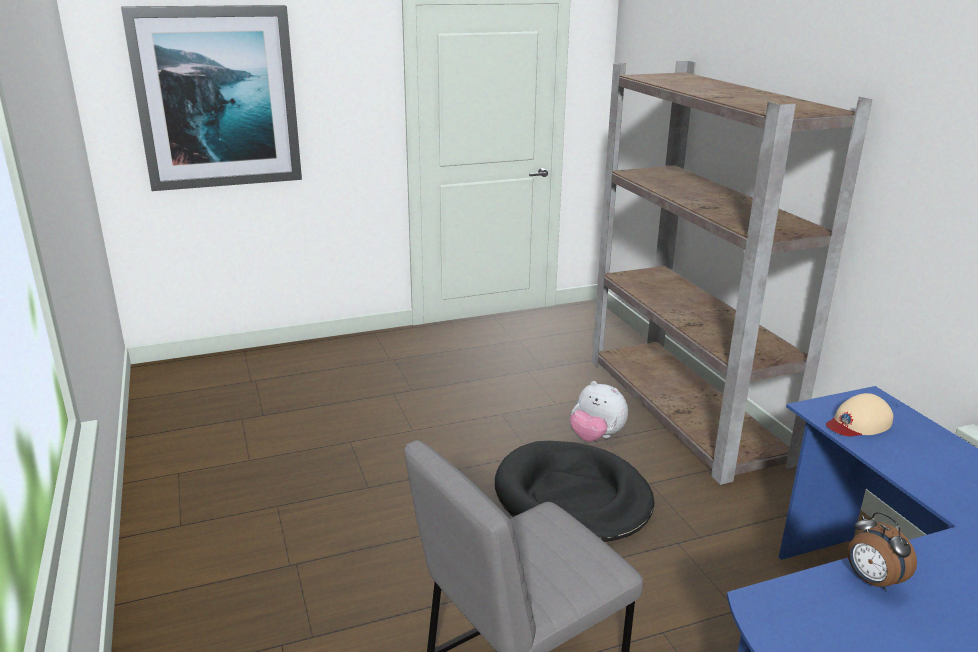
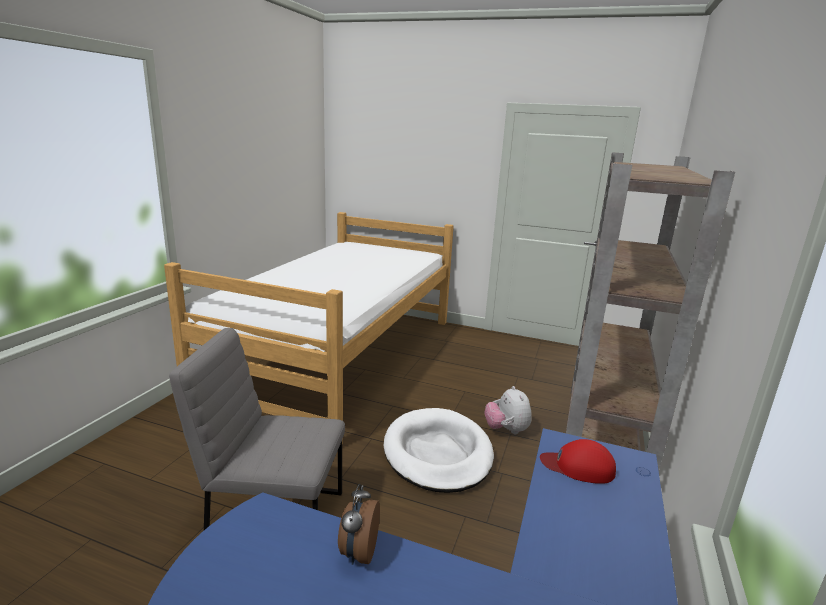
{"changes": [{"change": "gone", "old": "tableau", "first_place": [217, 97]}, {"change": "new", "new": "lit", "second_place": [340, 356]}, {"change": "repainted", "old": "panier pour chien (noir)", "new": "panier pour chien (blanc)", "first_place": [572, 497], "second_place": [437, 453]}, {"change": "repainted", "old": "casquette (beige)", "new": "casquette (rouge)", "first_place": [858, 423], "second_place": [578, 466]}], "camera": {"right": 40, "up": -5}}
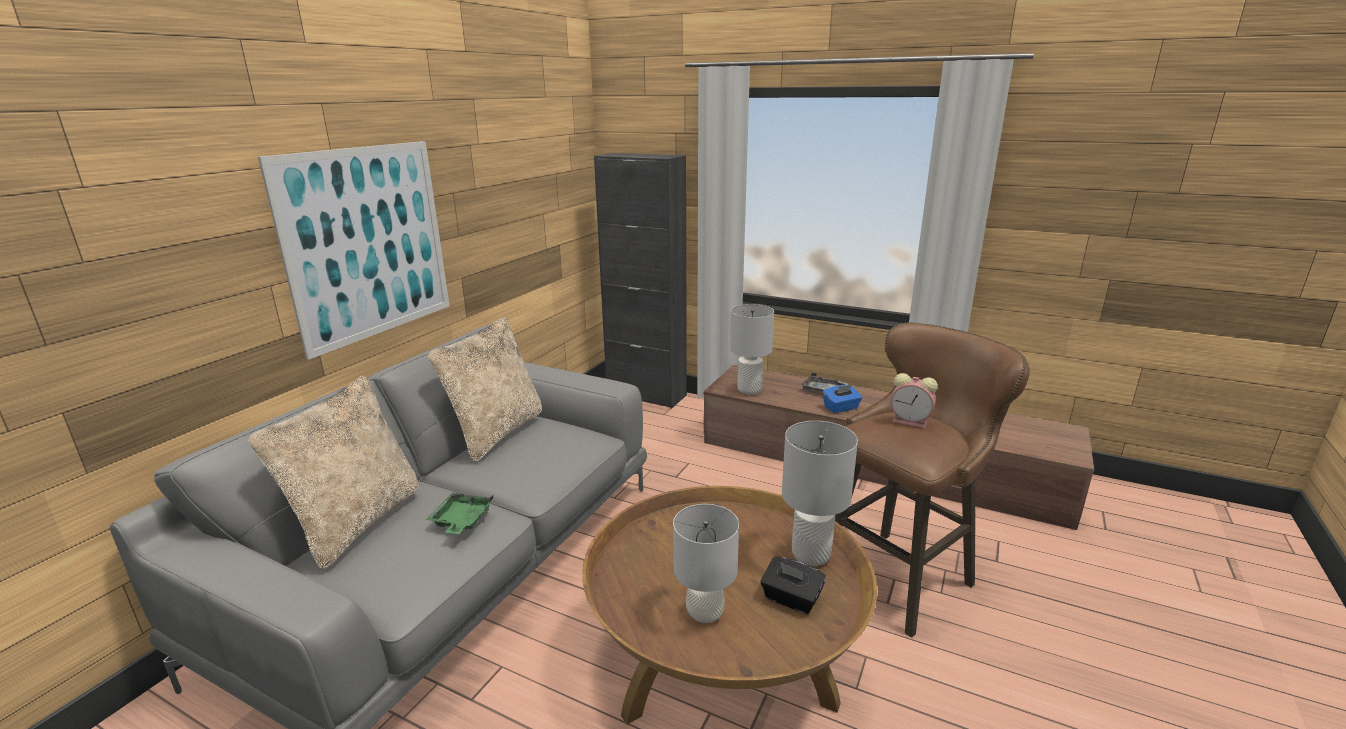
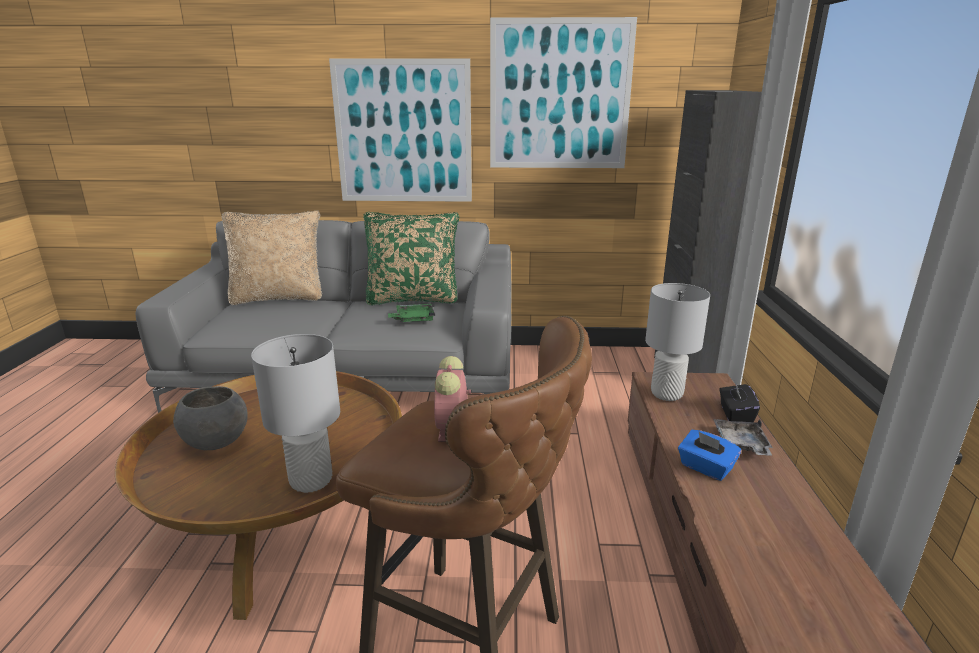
{"changes": [{"change": "new", "new": "tableau", "second_place": [559, 95]}, {"change": "shifted", "old": "plateau (vert)", "first_place": [461, 521], "second_place": [413, 319]}, {"change": "shifted", "old": "boîte à mouchoirs (noir)", "first_place": [791, 599], "second_place": [735, 414]}, {"change": "swapped", "old": "lampe de table (gris)", "new": "bol (gris)", "first_place": [704, 615], "second_place": [216, 442]}, {"change": "repainted", "old": "coussin (beige)", "new": "coussin (vert)", "first_place": [498, 434], "second_place": [414, 301]}], "camera": {"right": 65, "up": 0}}
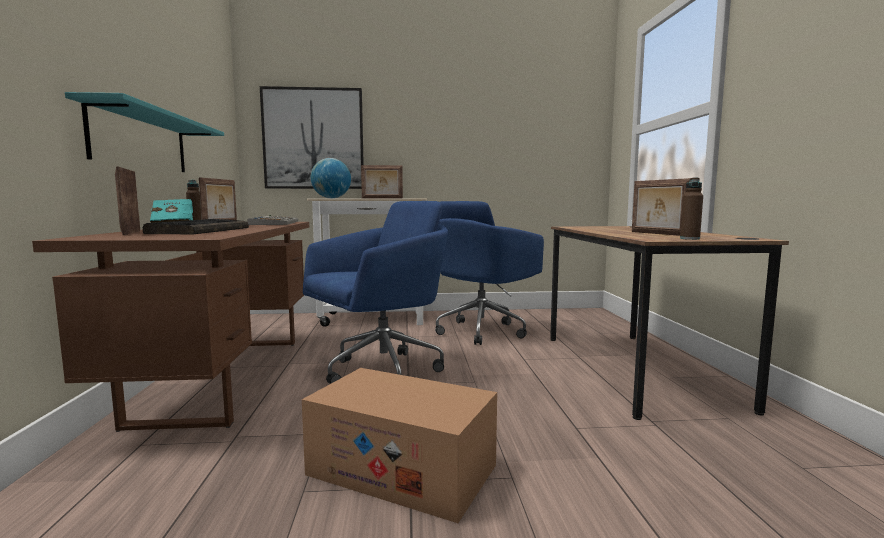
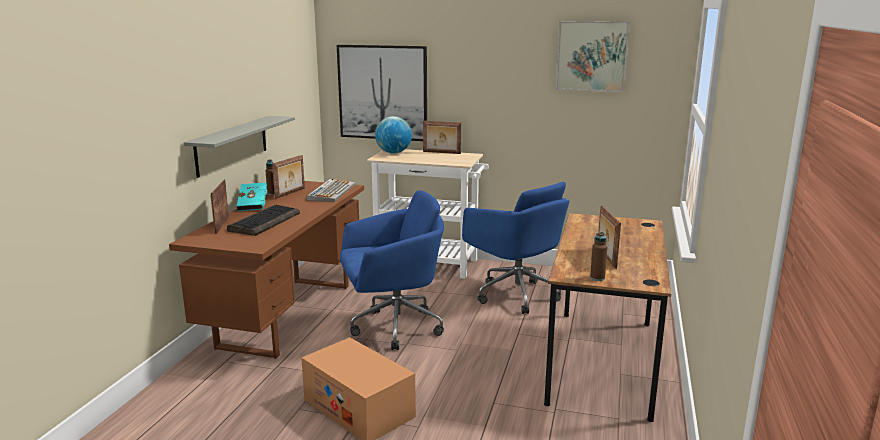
{"changes": [{"change": "new", "new": "tableau", "second_place": [591, 56]}, {"change": "repainted", "old": "étagère (turquoise)", "new": "étagère (gris)", "first_place": [141, 141], "second_place": [232, 145]}, {"change": "rotated", "old": "chaise de bureau (bleu)", "first_place": [484, 331], "second_place": [513, 294], "degrees": -105}], "camera": {"right": 20, "up": 10}}
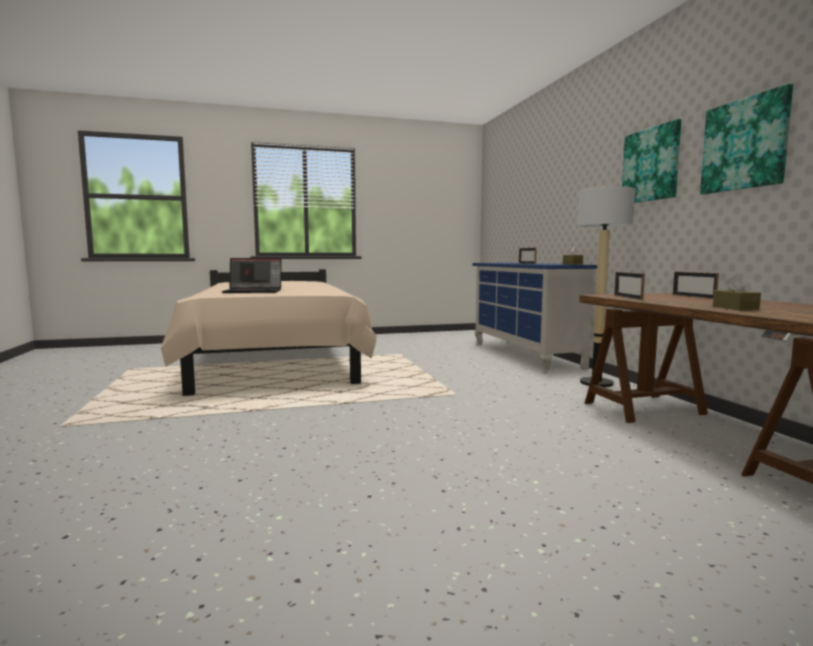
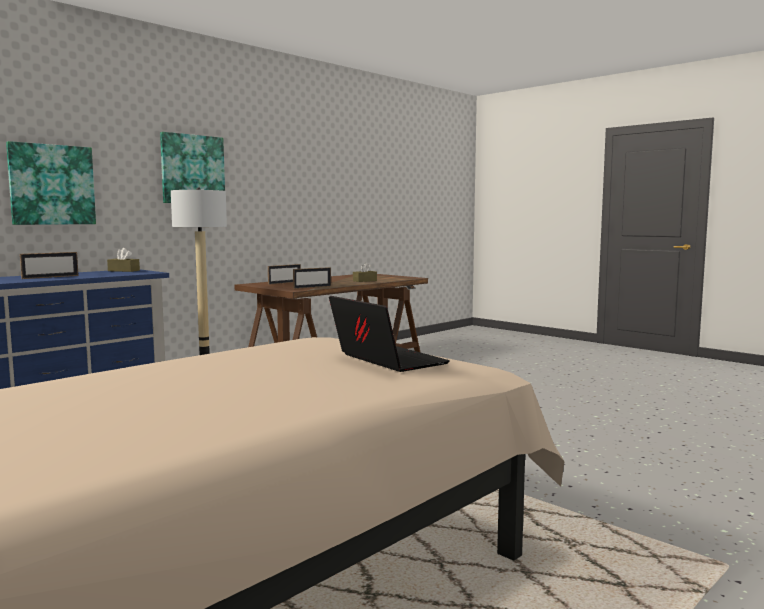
{"changes": [{"change": "shifted", "old": "tableau", "first_place": [745, 144], "second_place": [52, 185]}], "camera": {"right": -120, "up": 0}}
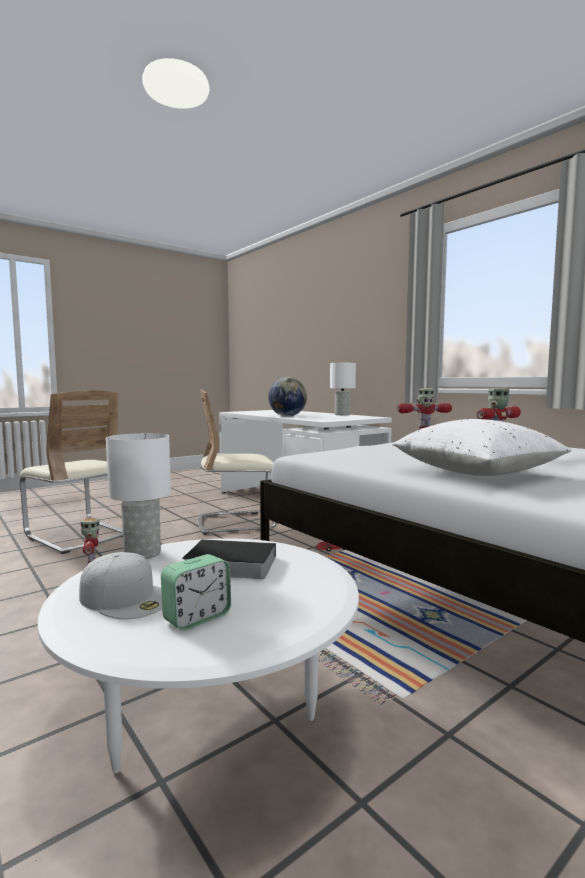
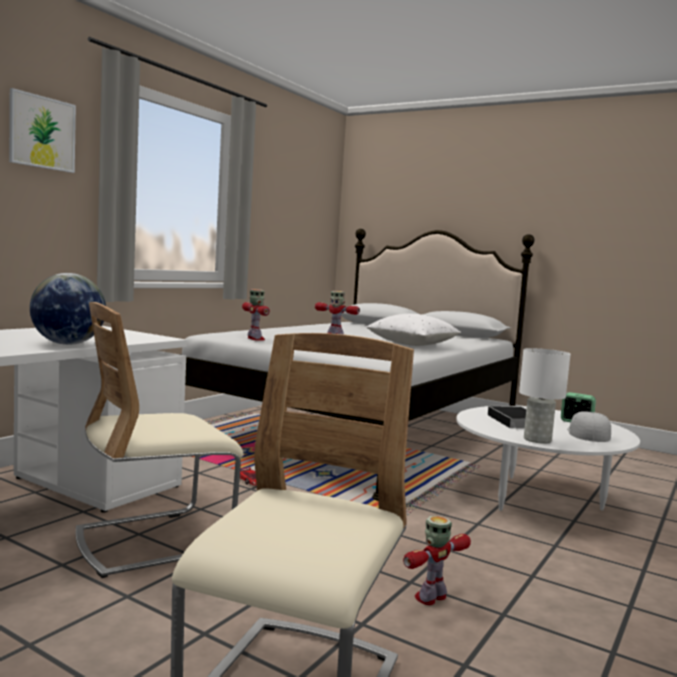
{"changes": [{"change": "gone", "old": "lampe de table (blanc)", "first_place": [342, 414]}, {"change": "new", "new": "tableau", "second_place": [42, 132]}, {"change": "rotated", "old": "chaise (beige)", "first_place": [237, 522], "second_place": [153, 541], "degrees": 90}], "camera": {"right": -110, "up": 0}}
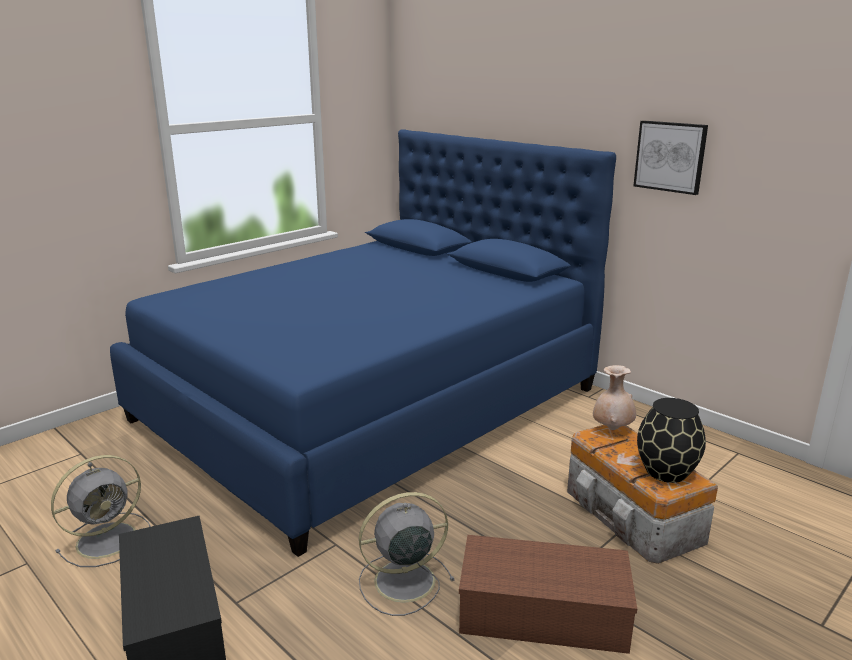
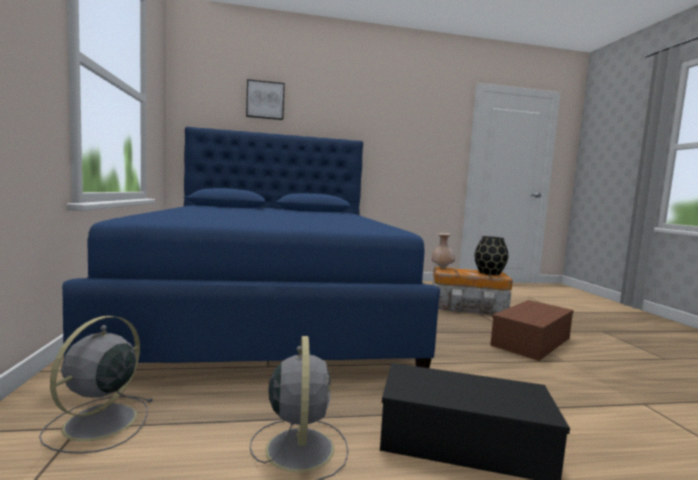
{"changes": [{"change": "shifted", "old": "ventilateur (gris)", "first_place": [402, 581], "second_place": [98, 423]}, {"change": "shifted", "old": "tableau", "first_place": [670, 156], "second_place": [265, 100]}], "camera": {"right": -55, "up": -15}}
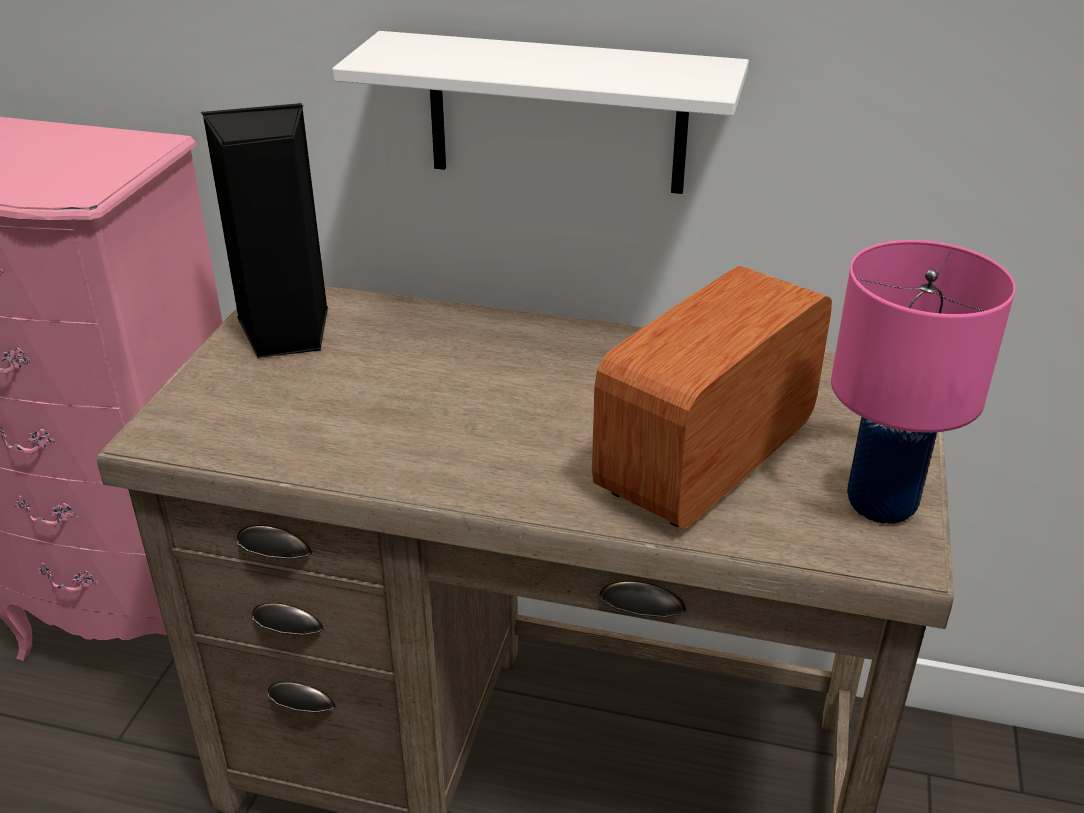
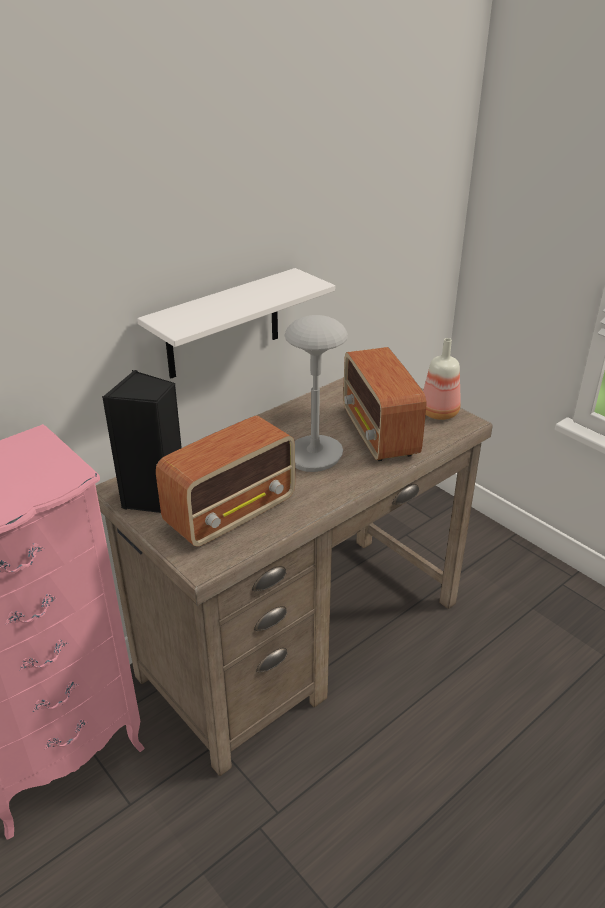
{"changes": [{"change": "new", "new": "radio", "second_place": [232, 512]}, {"change": "new", "new": "lampe de table (gris)", "second_place": [314, 455]}, {"change": "swapped", "old": "lampe de table (rose)", "new": "bouteille", "first_place": [881, 508], "second_place": [440, 413]}], "camera": {"right": -55, "up": 0}}
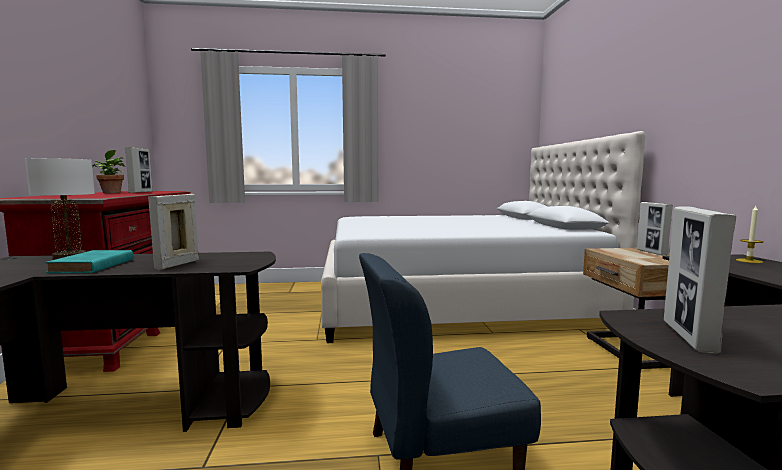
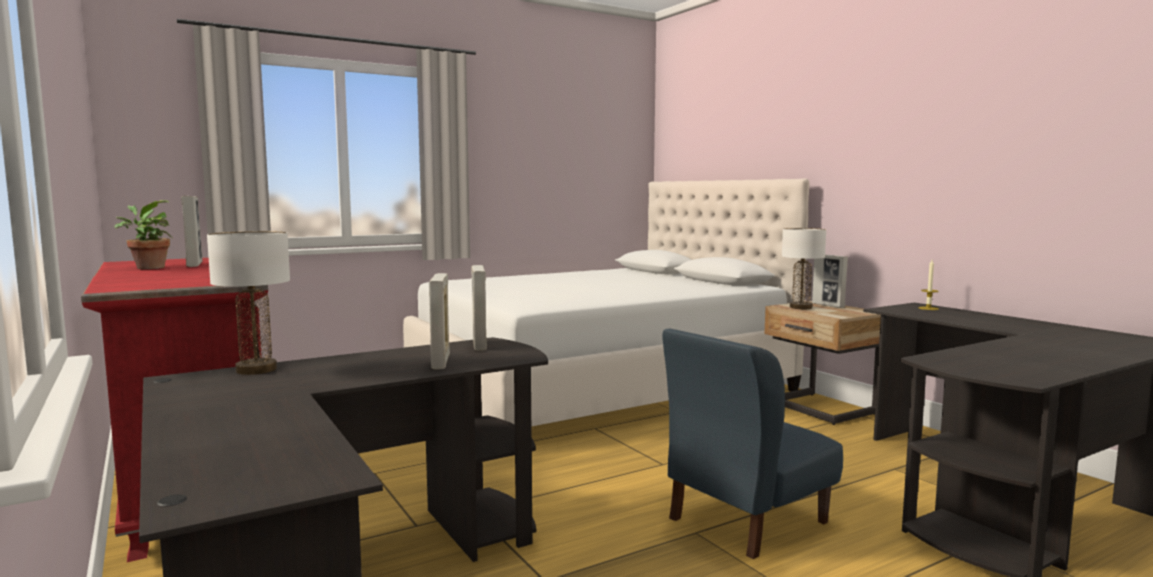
{"changes": [{"change": "gone", "old": "livre (turquoise)", "first_place": [91, 266]}, {"change": "new", "new": "lampe de table", "second_place": [800, 307]}, {"change": "shifted", "old": "cadre photo", "first_place": [689, 336], "second_place": [479, 345]}], "camera": {"right": -25, "up": 0}}
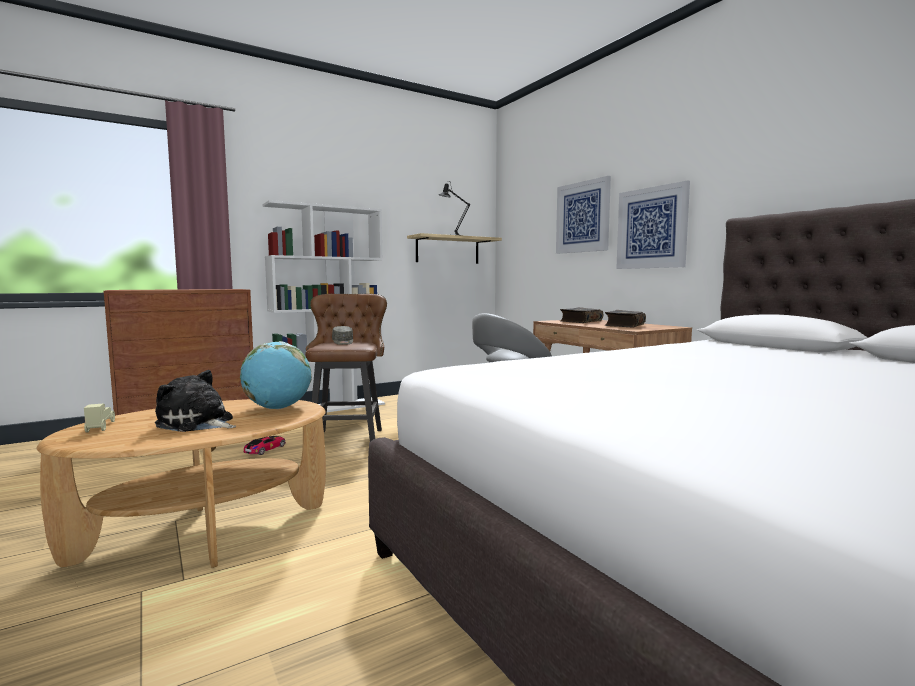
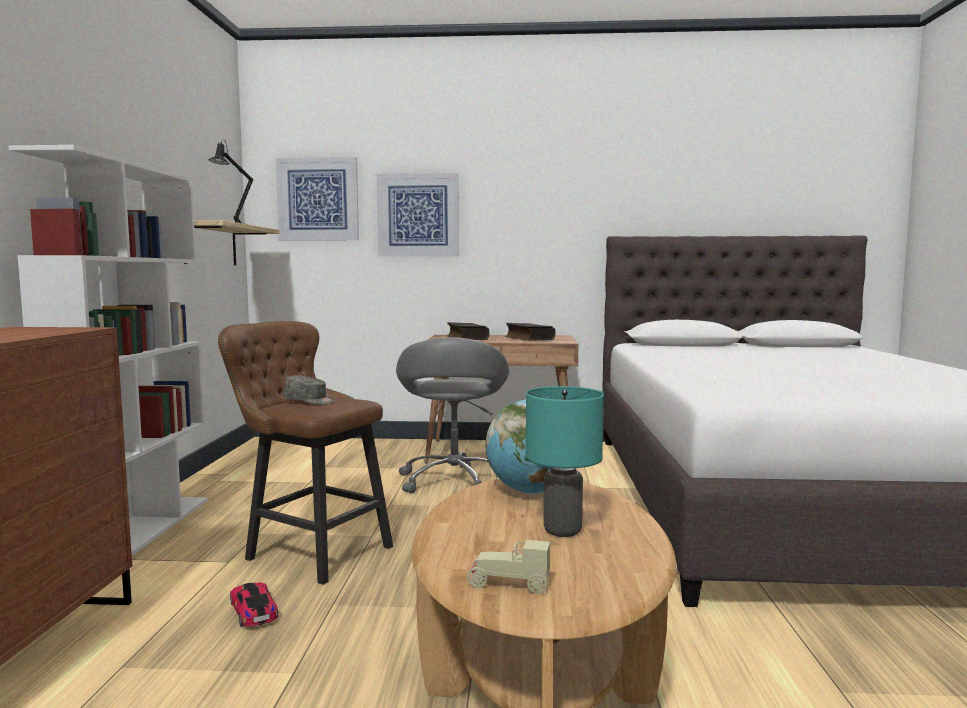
{"changes": [{"change": "shifted", "old": "tableau", "first_place": [651, 228], "second_place": [318, 199]}, {"change": "swapped", "old": "peluche", "new": "lampe de table (turquoise)", "first_place": [197, 423], "second_place": [565, 531]}], "camera": {"right": -55, "up": 0}}
